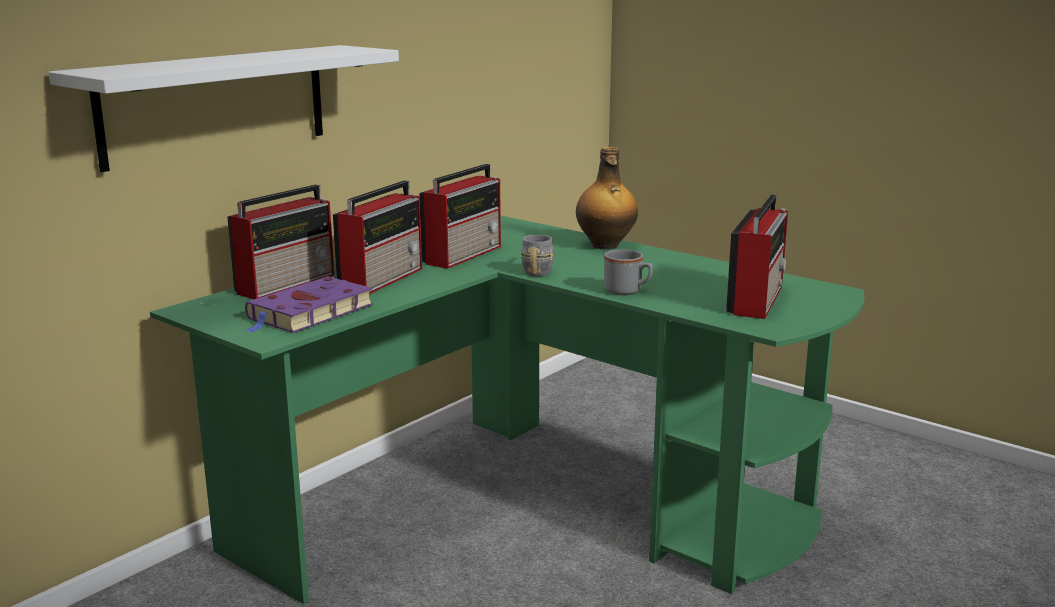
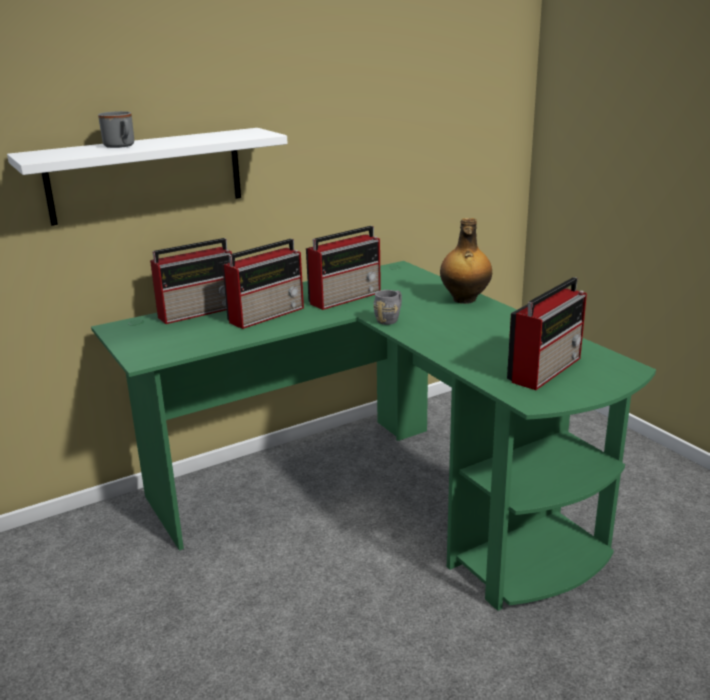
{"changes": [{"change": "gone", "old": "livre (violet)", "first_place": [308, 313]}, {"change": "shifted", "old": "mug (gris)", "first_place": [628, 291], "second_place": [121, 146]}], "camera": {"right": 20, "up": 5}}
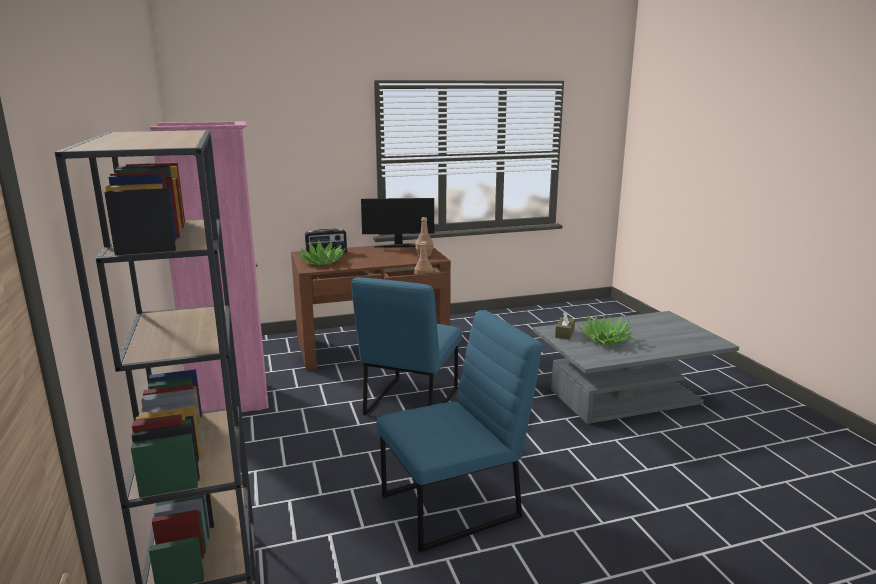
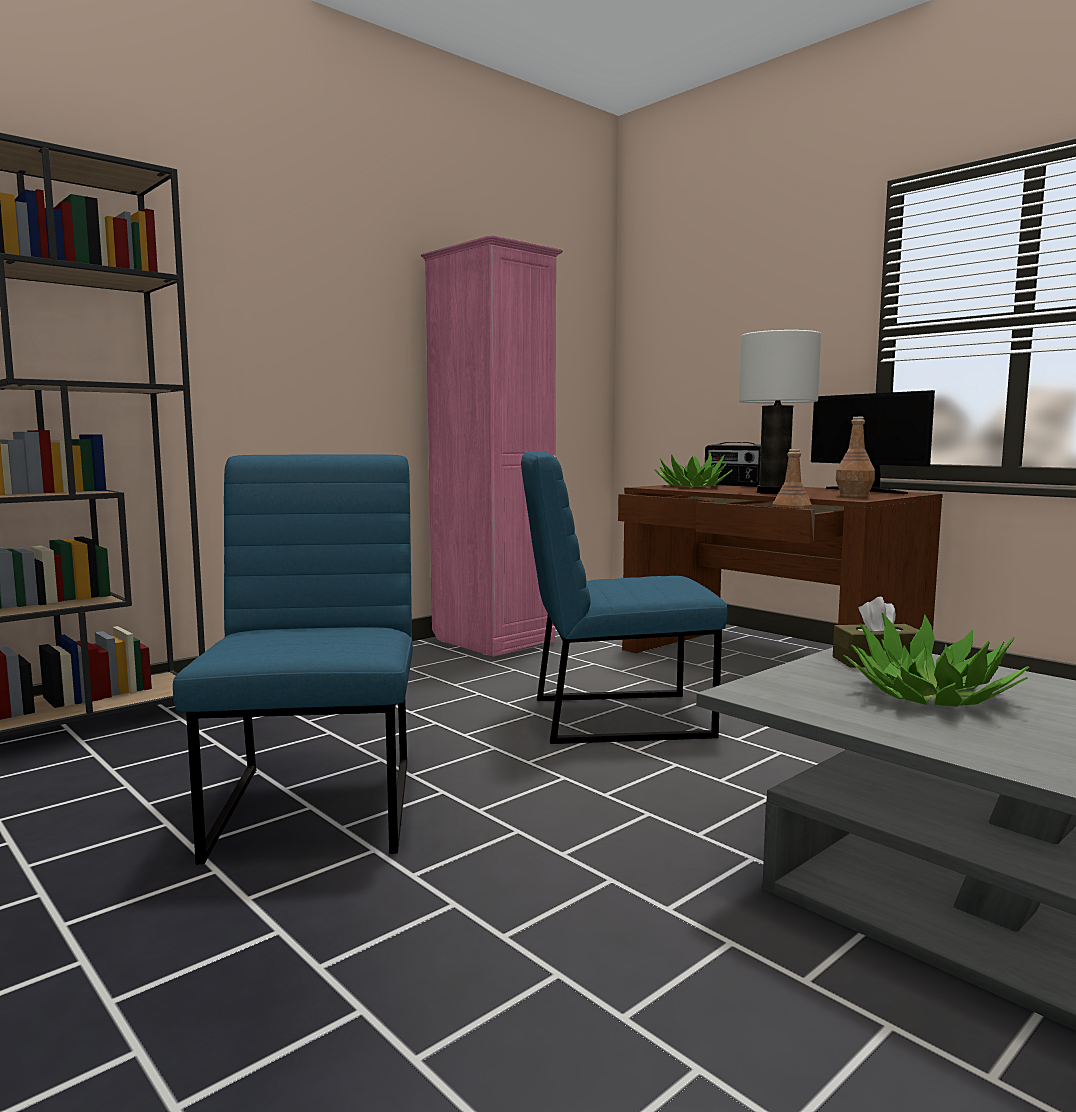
{"changes": [{"change": "new", "new": "lampe de table (blanc)", "second_place": [774, 492]}, {"change": "rotated", "old": "chaise (bleu)", "first_place": [454, 505], "second_place": [318, 803], "degrees": -135}], "camera": {"right": 65, "up": -10}}
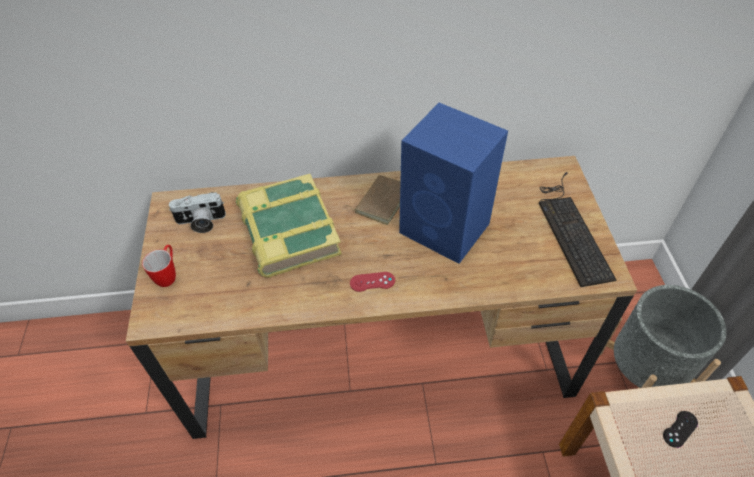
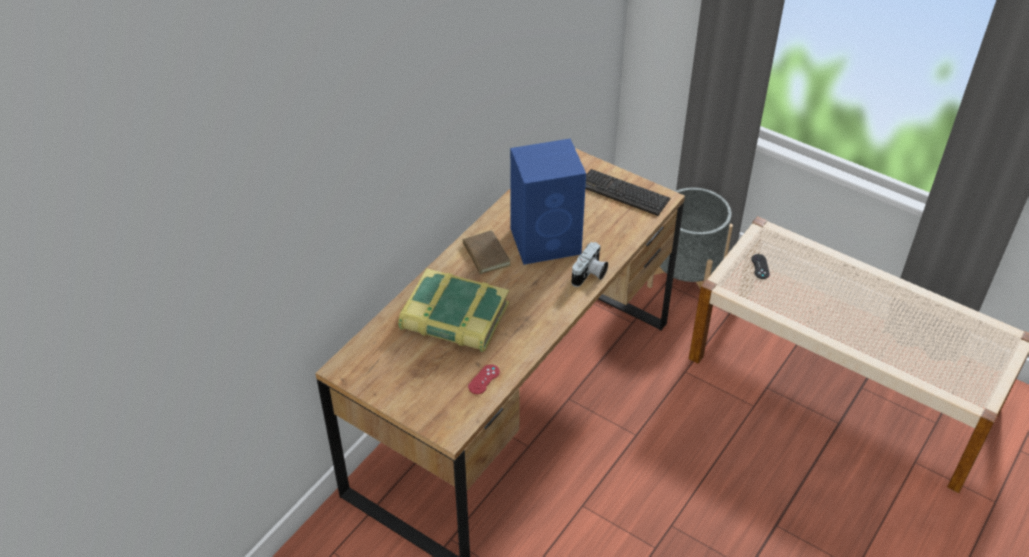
{"changes": [{"change": "gone", "old": "mug", "first_place": [168, 275]}, {"change": "shifted", "old": "appareil photo", "first_place": [200, 222], "second_place": [590, 275]}, {"change": "shifted", "old": "manette (rouge)", "first_place": [372, 282], "second_place": [484, 379]}], "camera": {"right": -50, "up": -5}}
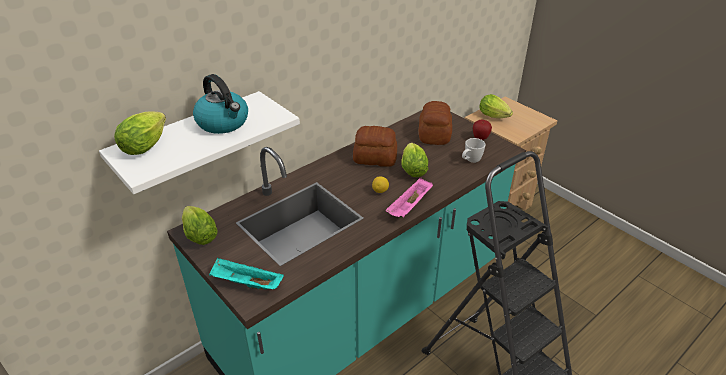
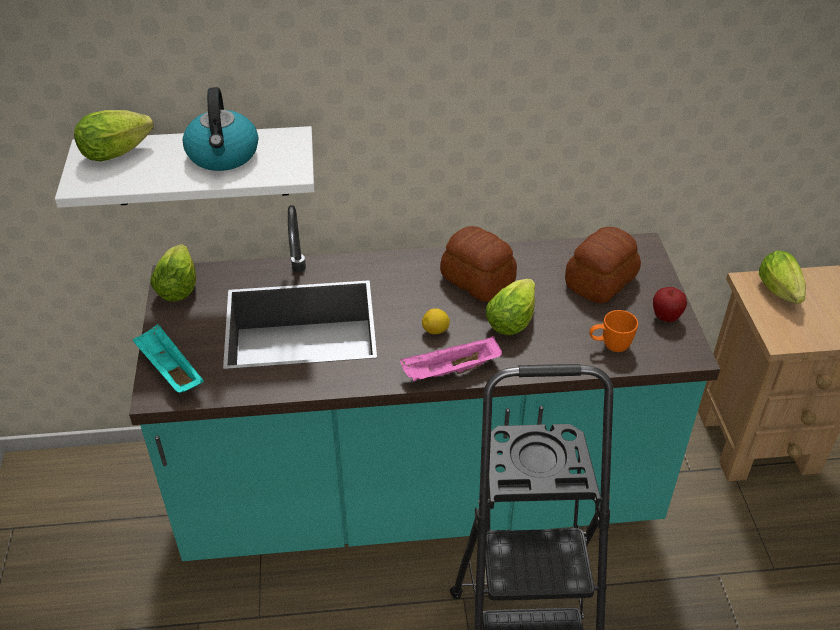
{"changes": [{"change": "repainted", "old": "mug (blanc)", "new": "mug (orange)", "first_place": [470, 161], "second_place": [609, 346]}], "camera": {"right": 35, "up": 5}}
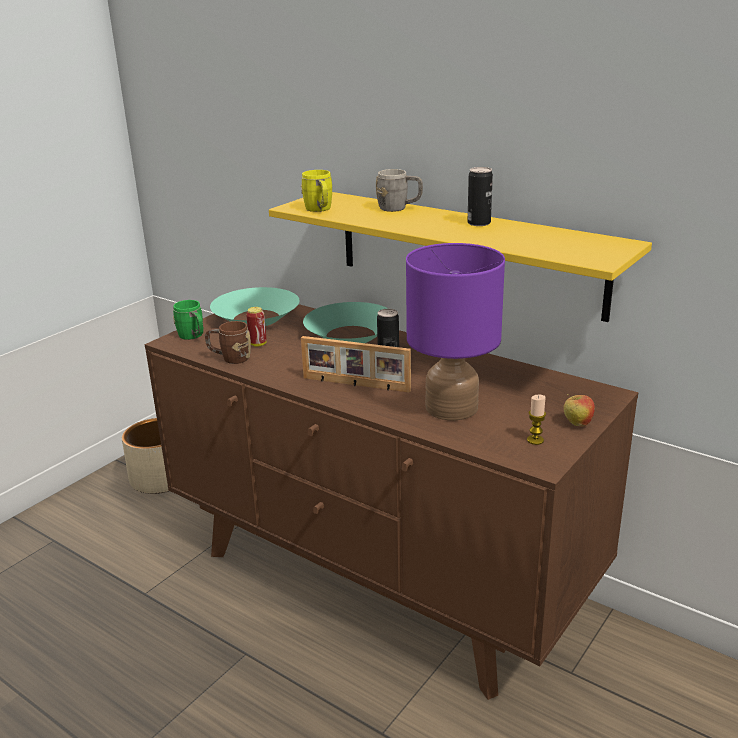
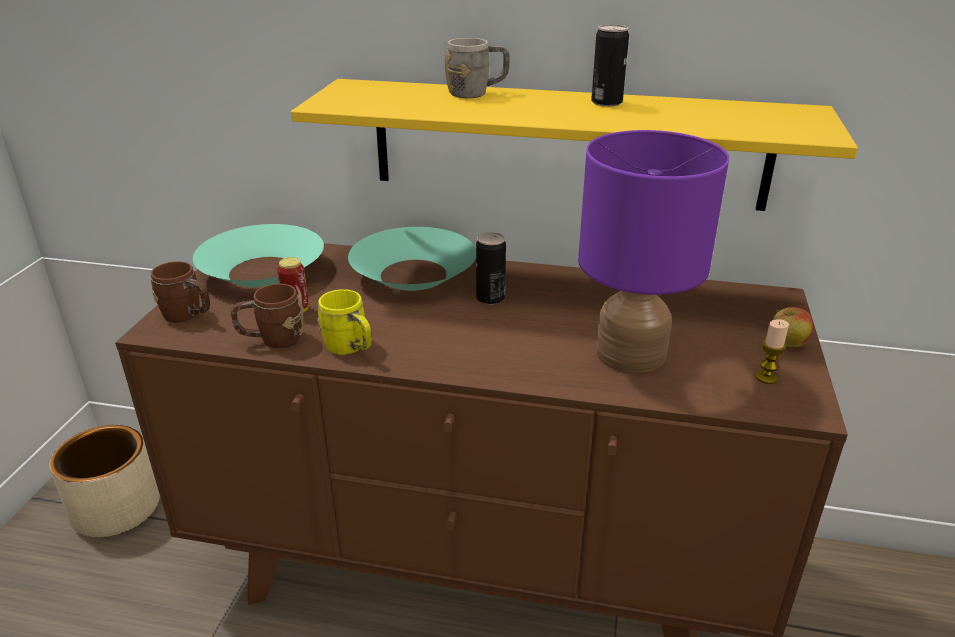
{"changes": [{"change": "gone", "old": "cadre photo", "first_place": [355, 385]}, {"change": "shifted", "old": "mug (jaune)", "first_place": [320, 210], "second_place": [350, 349]}, {"change": "repainted", "old": "mug (vert)", "new": "mug (marron)", "first_place": [193, 337], "second_place": [188, 316]}], "camera": {"right": -25, "up": 5}}
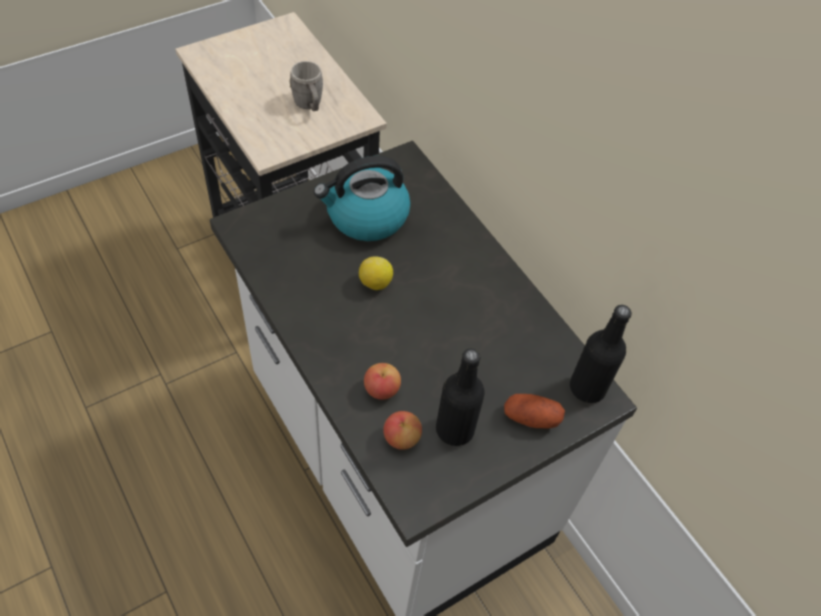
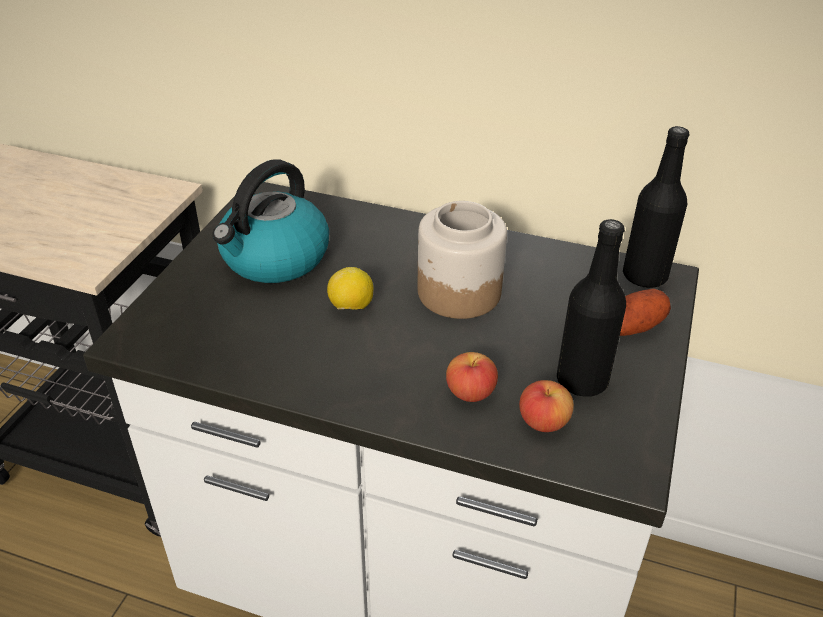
{"changes": [{"change": "gone", "old": "mug (gris)", "first_place": [309, 105]}, {"change": "new", "new": "bocal", "second_place": [458, 292]}], "camera": {"right": -35, "up": -15}}
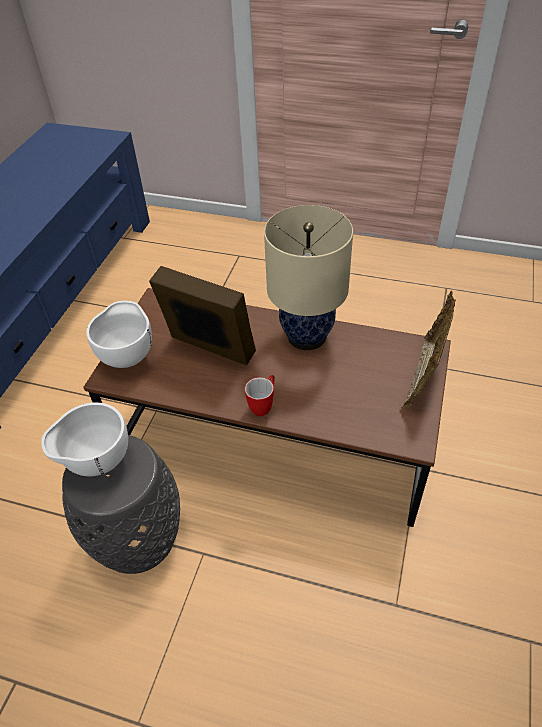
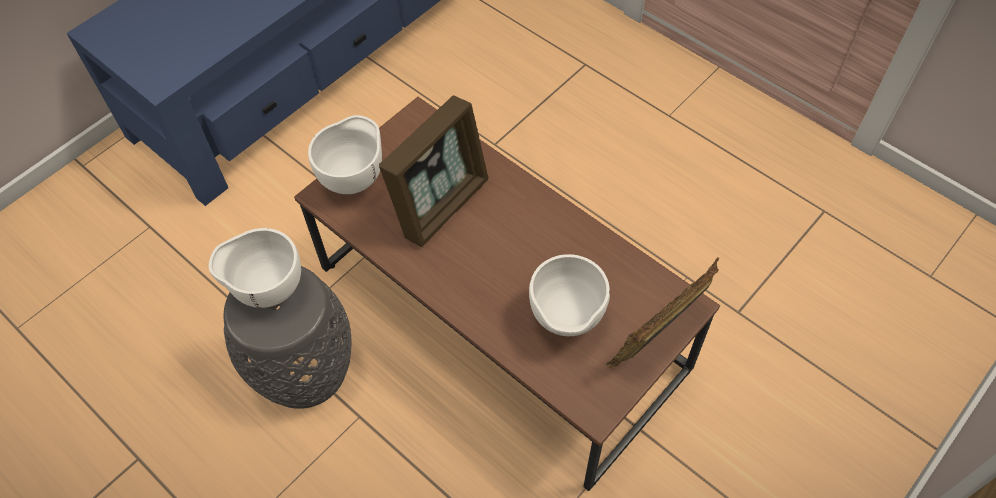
{"changes": [{"change": "gone", "old": "mug", "first_place": [263, 405]}, {"change": "gone", "old": "lampe de table (beige)", "first_place": [307, 336]}, {"change": "new", "new": "bol (blanc)", "second_place": [566, 321]}, {"change": "rotated", "old": "cadre photo", "first_place": [209, 349], "second_place": [441, 204], "degrees": 75}], "camera": {"right": 25, "up": 10}}
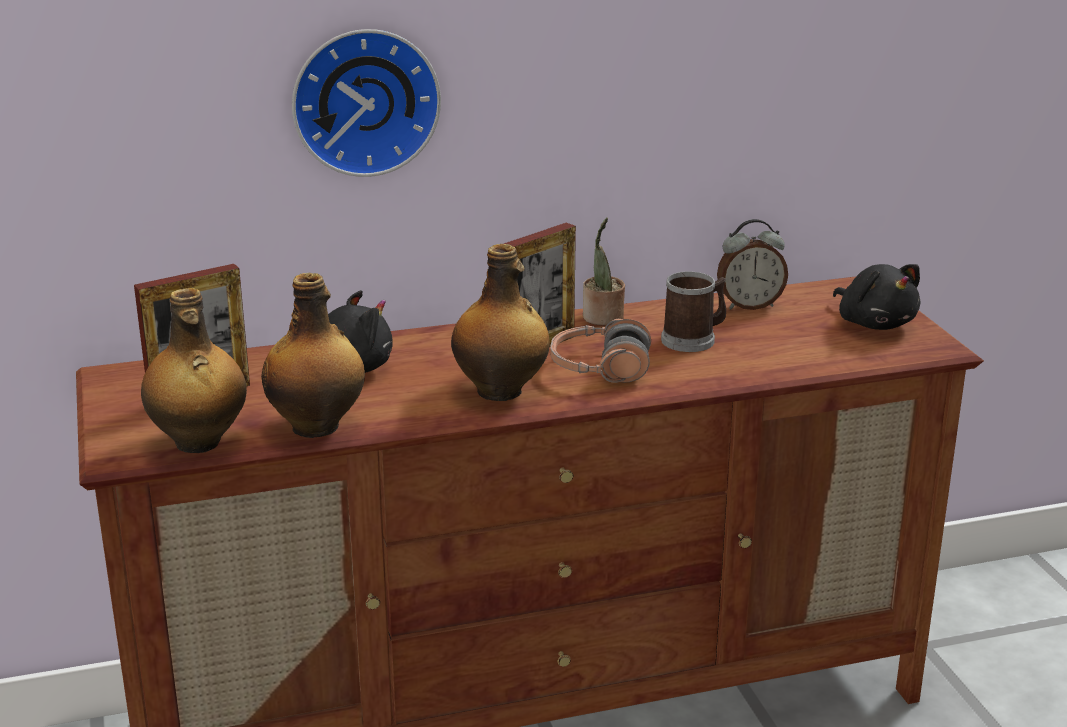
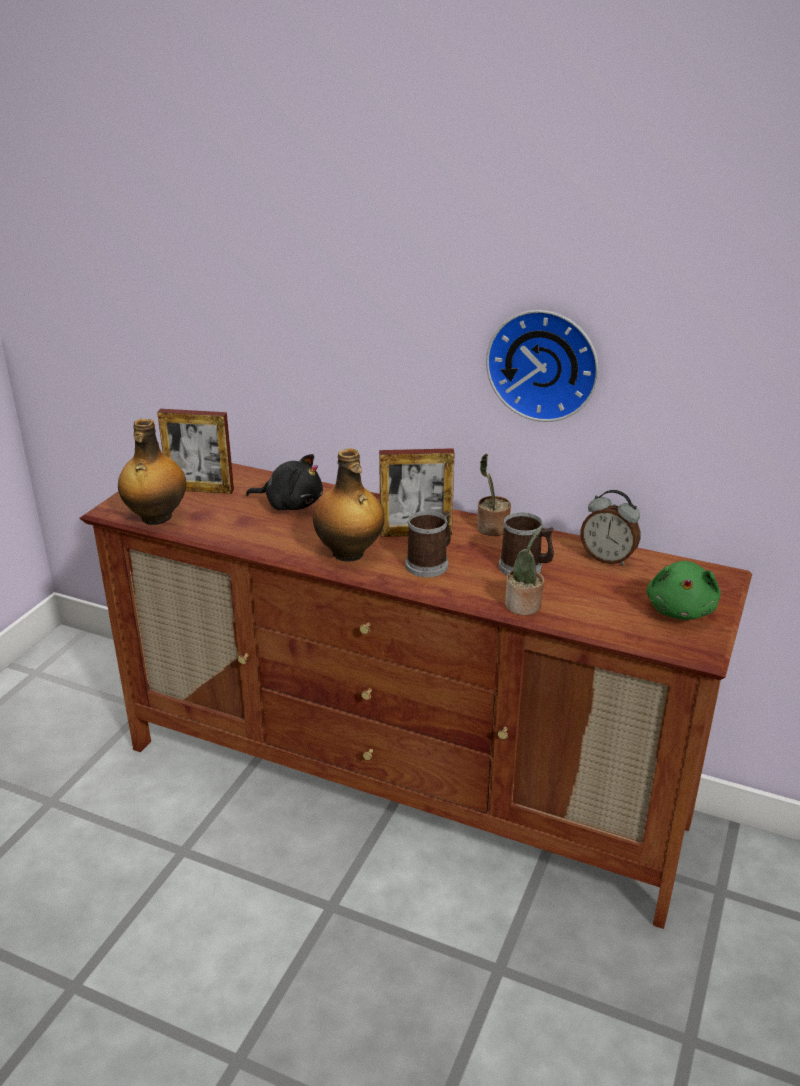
{"changes": [{"change": "gone", "old": "bouteille", "first_place": [317, 426]}, {"change": "new", "new": "plante en pot", "second_place": [524, 606]}, {"change": "shifted", "old": "horloge murale", "first_place": [364, 100], "second_place": [544, 363]}, {"change": "swapped", "old": "casque audio", "new": "mug", "first_place": [600, 369], "second_place": [430, 563]}, {"change": "repainted", "old": "peluche (noir)", "new": "peluche (vert)", "first_place": [874, 323], "second_place": [680, 610]}], "camera": {"right": 40, "up": 5}}
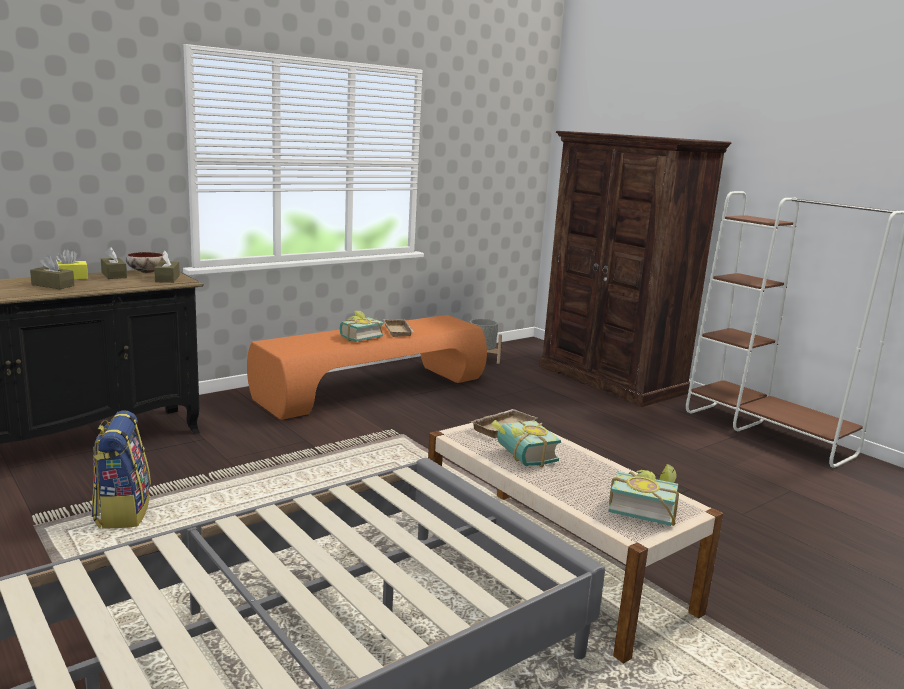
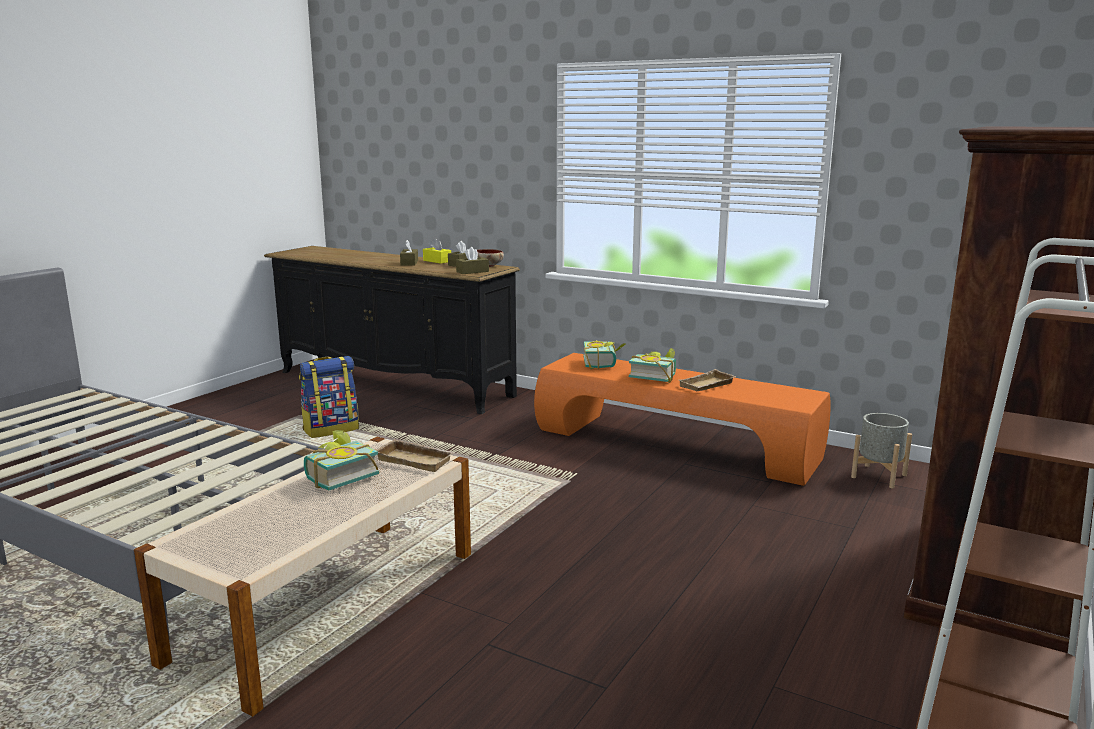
{"changes": [{"change": "shifted", "old": "livre", "first_place": [642, 509], "second_place": [604, 364]}], "camera": {"right": 70, "up": 0}}
